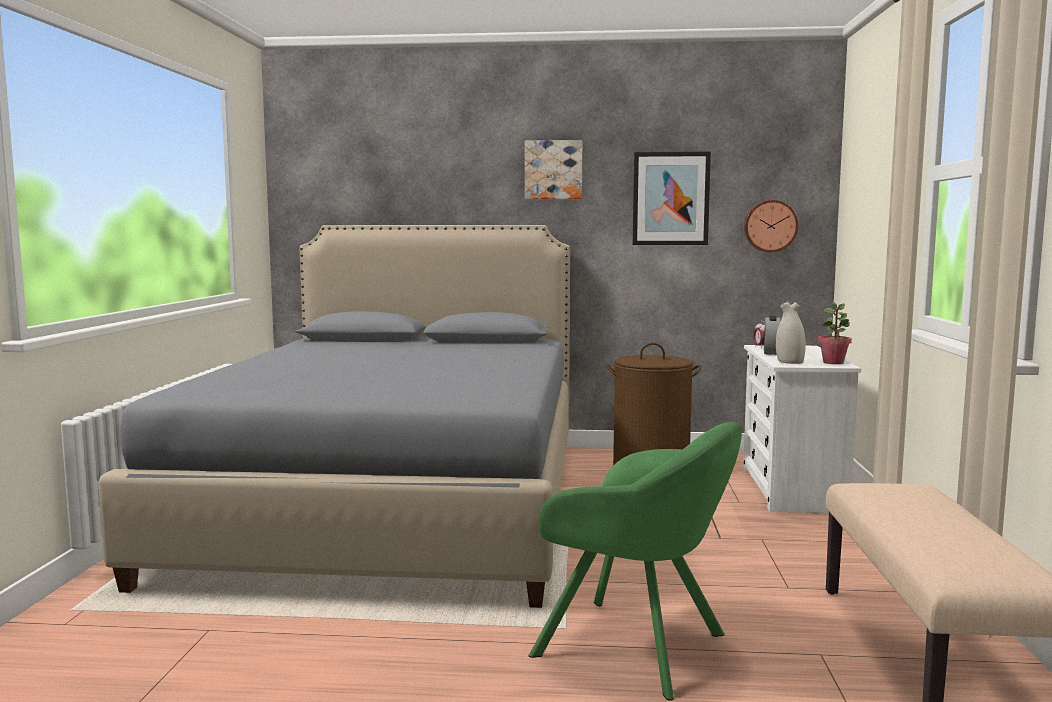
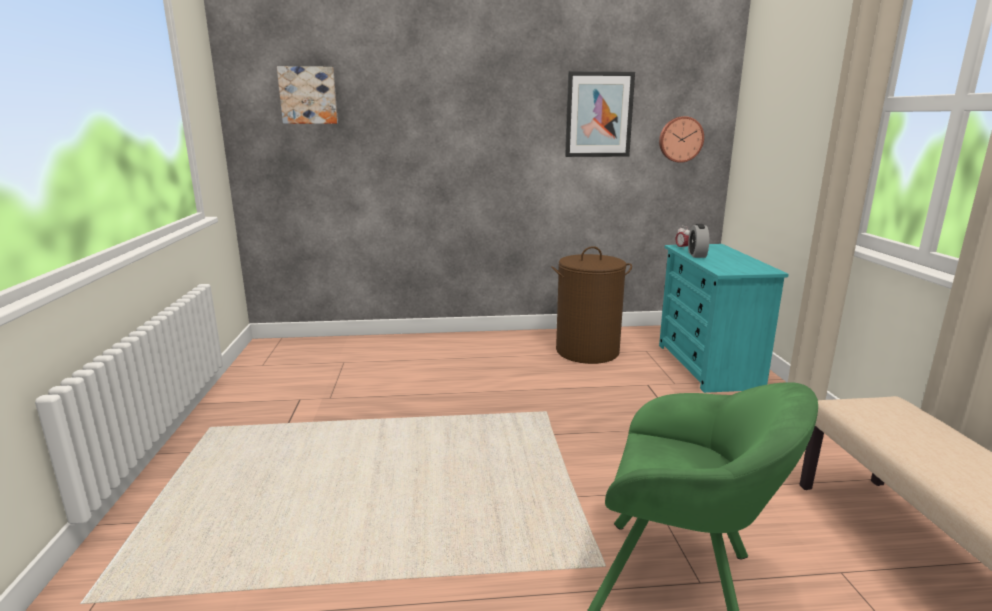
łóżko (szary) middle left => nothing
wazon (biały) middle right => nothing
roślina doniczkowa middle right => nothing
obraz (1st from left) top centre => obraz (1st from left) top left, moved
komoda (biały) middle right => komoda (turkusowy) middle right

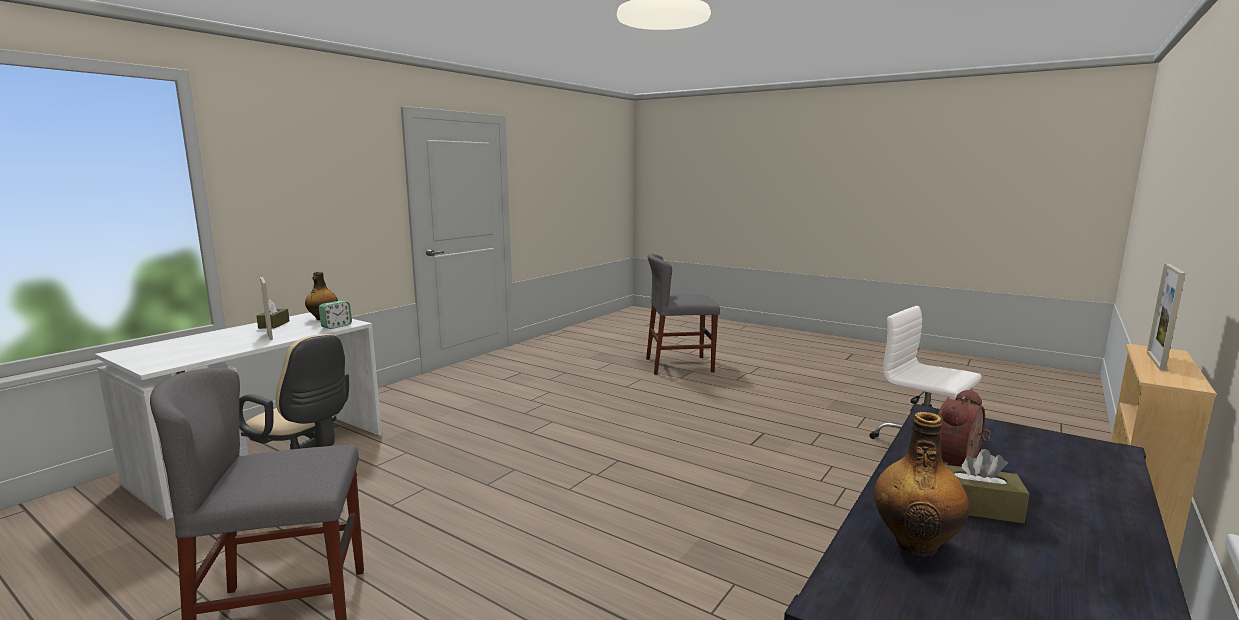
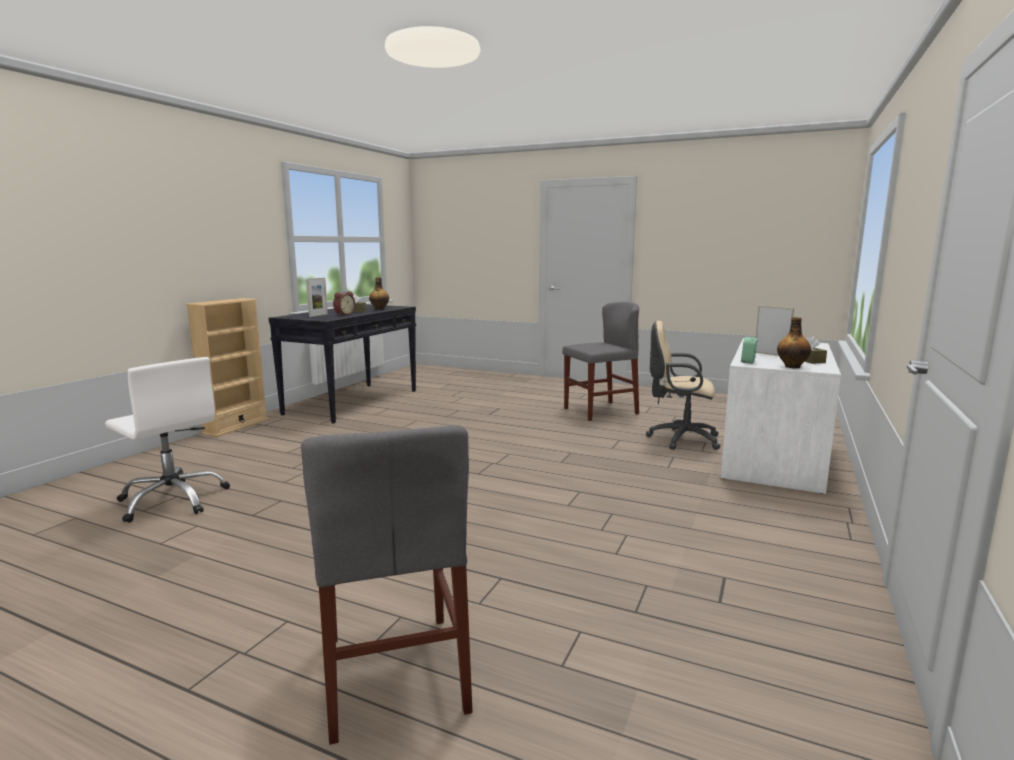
ramka na zdjęcie (2nd from left in the first image) middle right => ramka na zdjęcie (1st from left) middle left, moved
krzesło (szary) (2nd from left in the first image) centre => krzesło (szary) (1st from left) bottom centre, 90 degrees clockwise

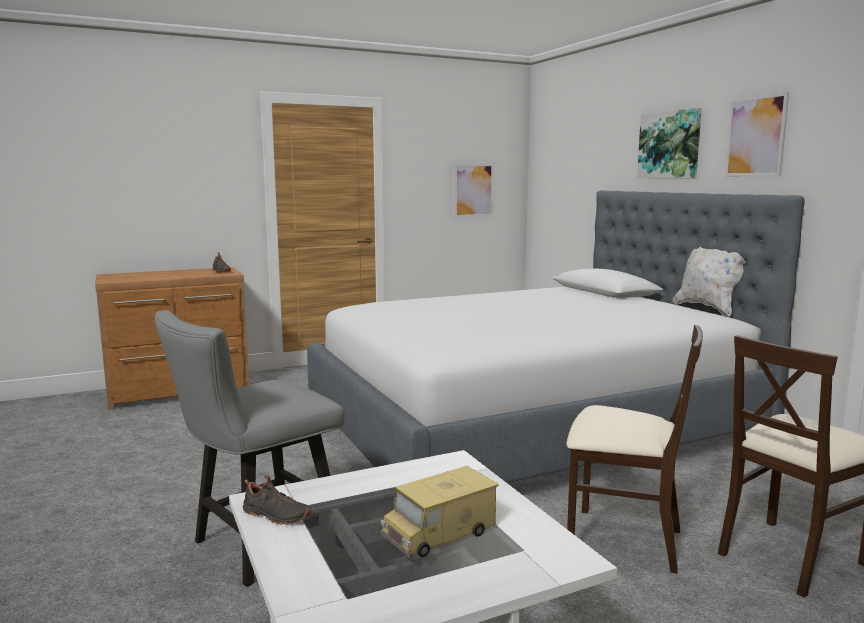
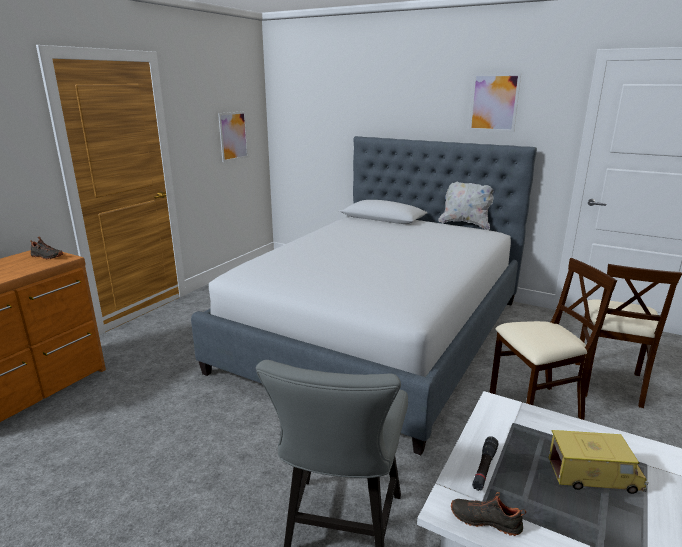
obraz (2nd from left) top right => nothing
nothing => latarka (czarny) bottom right
but (czarny) (2nd from left) bottom left => but (czarny) (2nd from left) bottom right, 150 degrees counterclockwise
ciężarówka zabawkowa bottom centre => ciężarówka zabawkowa bottom right, 105 degrees counterclockwise

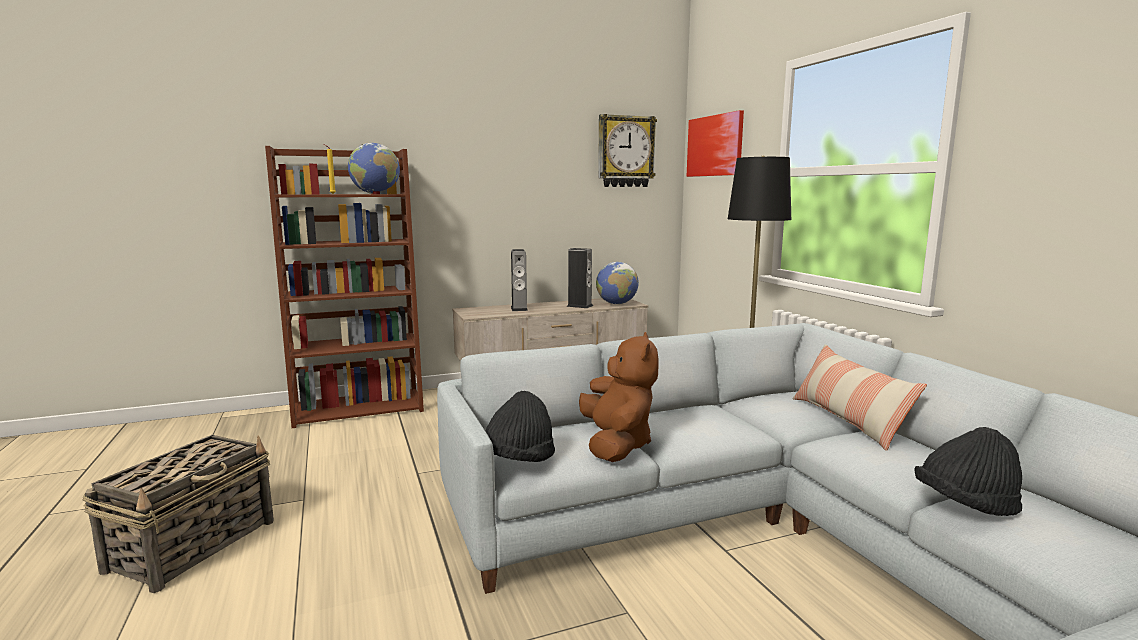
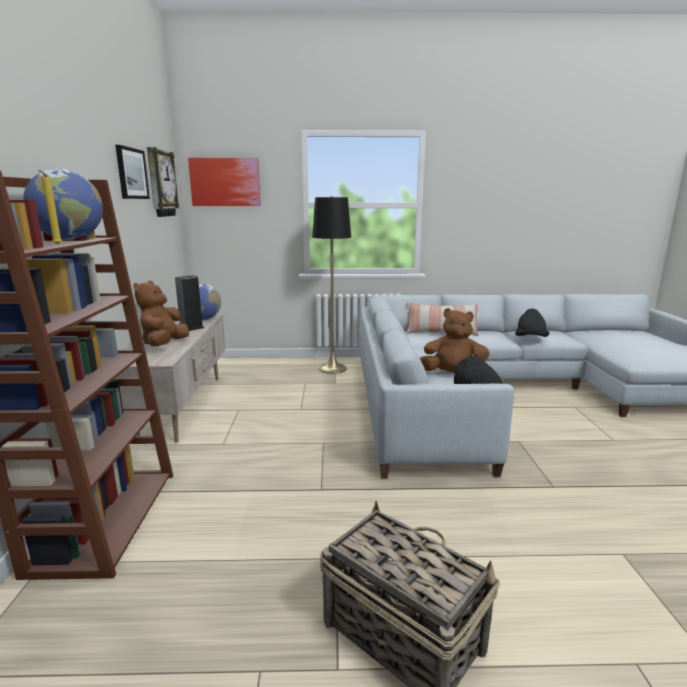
nothing => obraz (1st from left) top left
głośnik (1st from left) centre => pluszak (brązowy) (1st from left) middle left

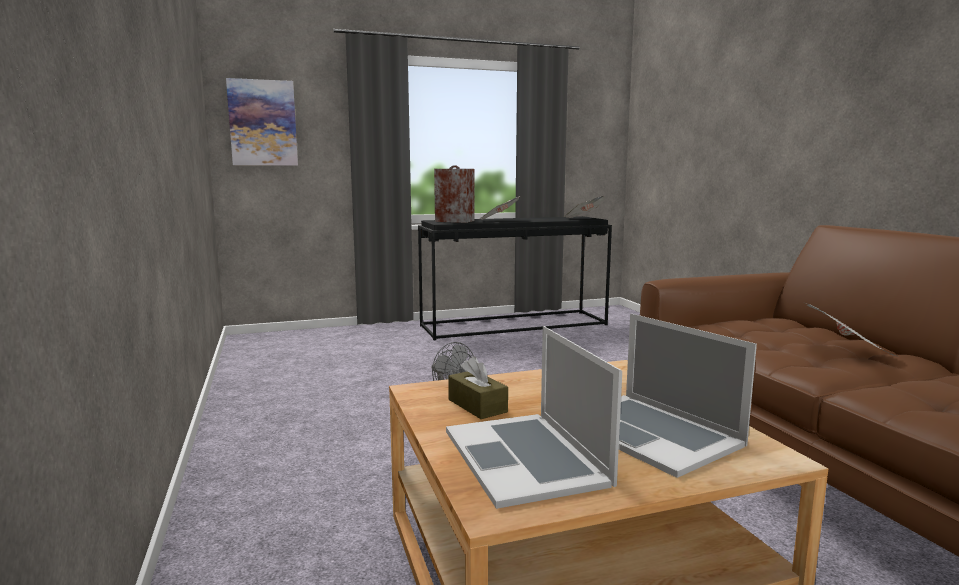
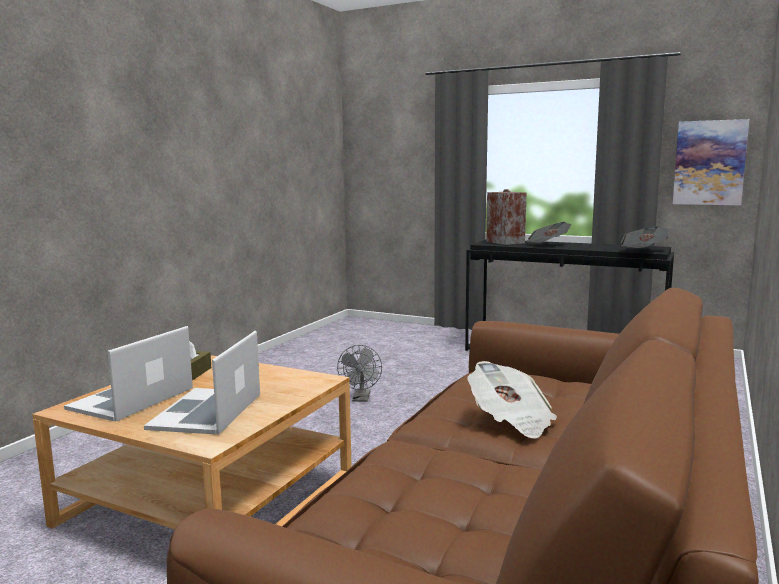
obraz top left => obraz top right, moved

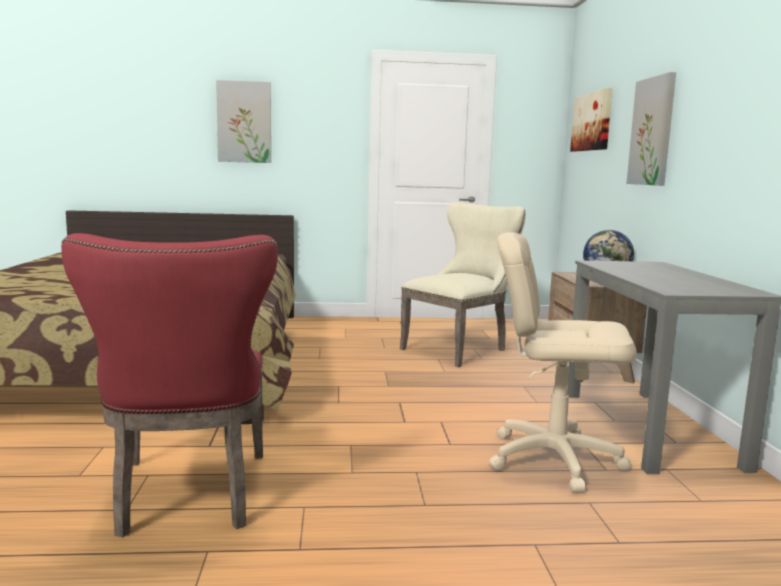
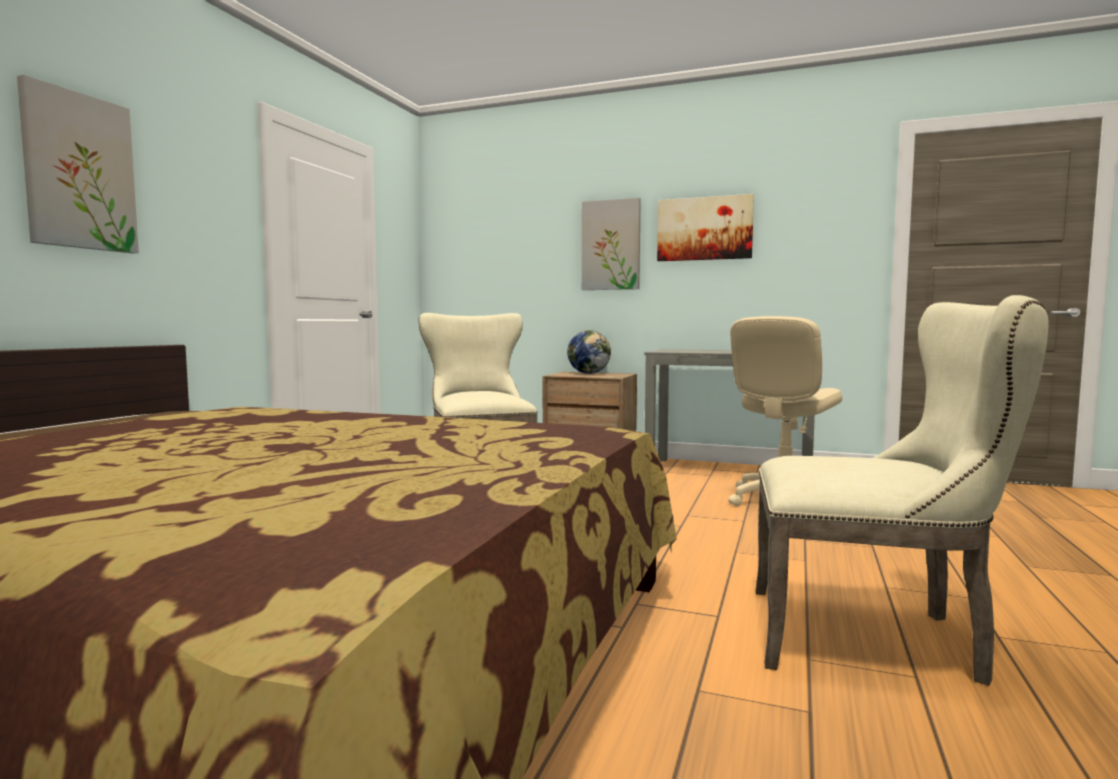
obraz (2nd from left in the first image) top right => obraz (3rd from left) top centre, moved
krzesło (czerwony) middle left => krzesło (beżowy) (2nd from left) middle right

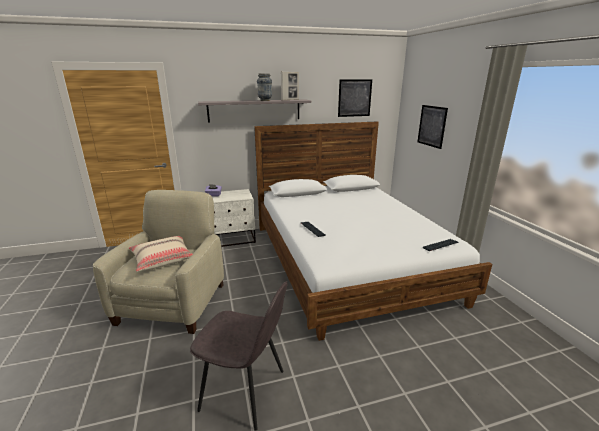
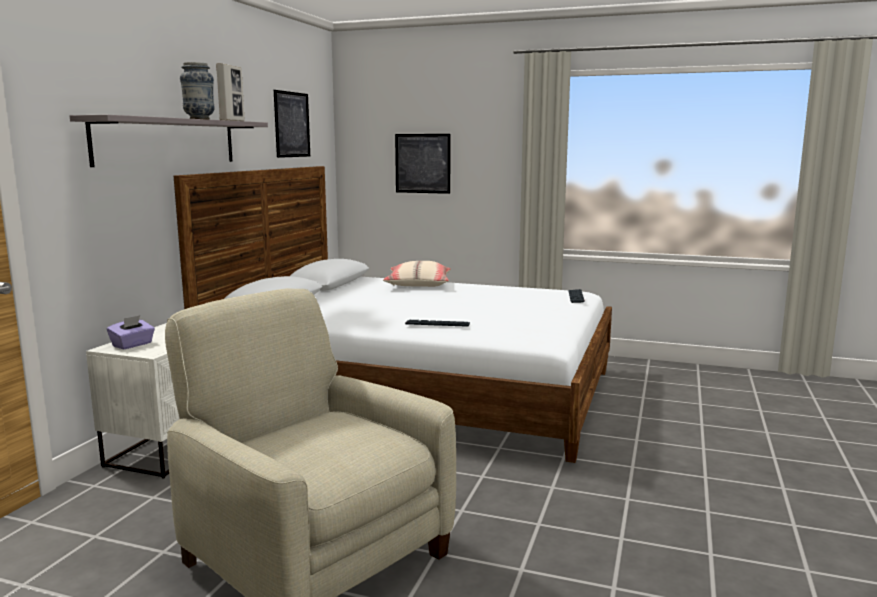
krzesło (szary) bottom centre => nothing
poduszka (beżowy) middle left => poduszka (beżowy) centre, moved

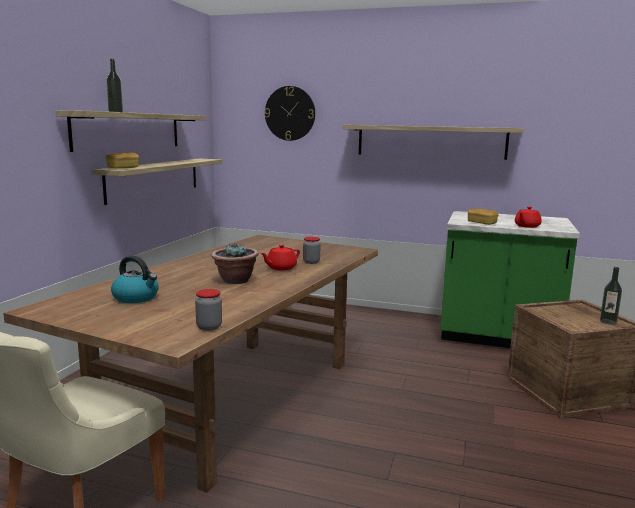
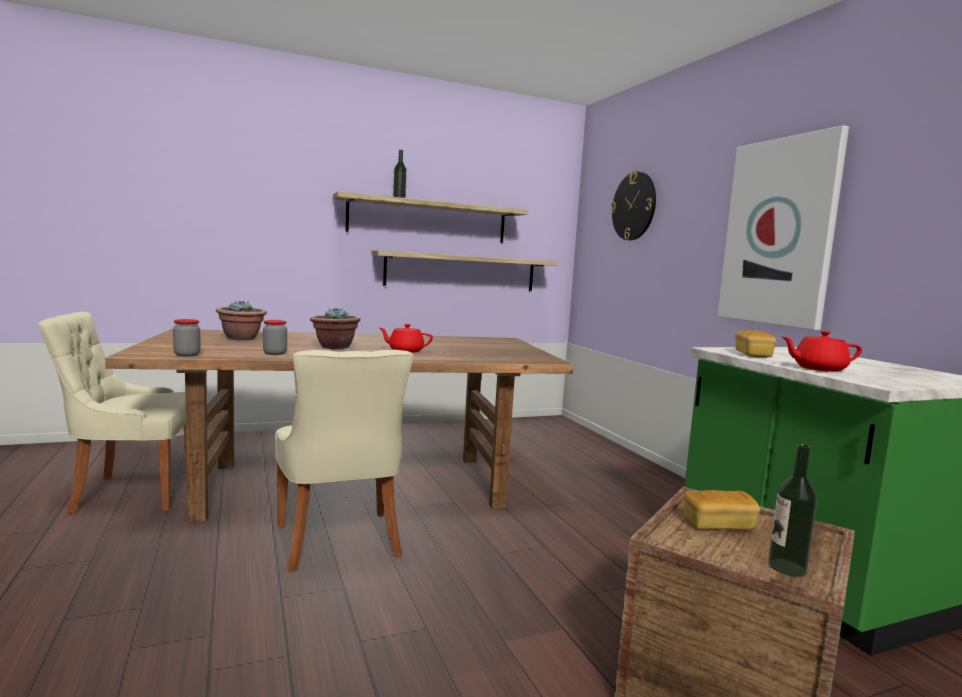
nothing => krzesło (beżowy) (2nd from left) centre
chleb (1st from left) top left => chleb (1st from left) bottom right, moved
słoik (2nd from left) centre => słoik (2nd from left) middle left, moved
czajnik middle left => roślina doniczkowa (1st from left) middle left
półka (3rd from left) top right => obraz top right

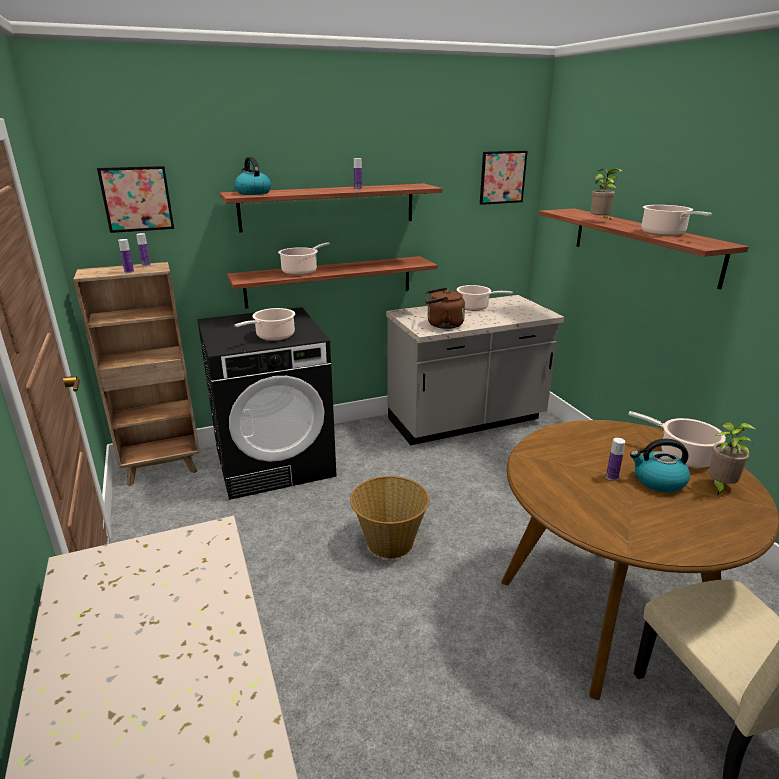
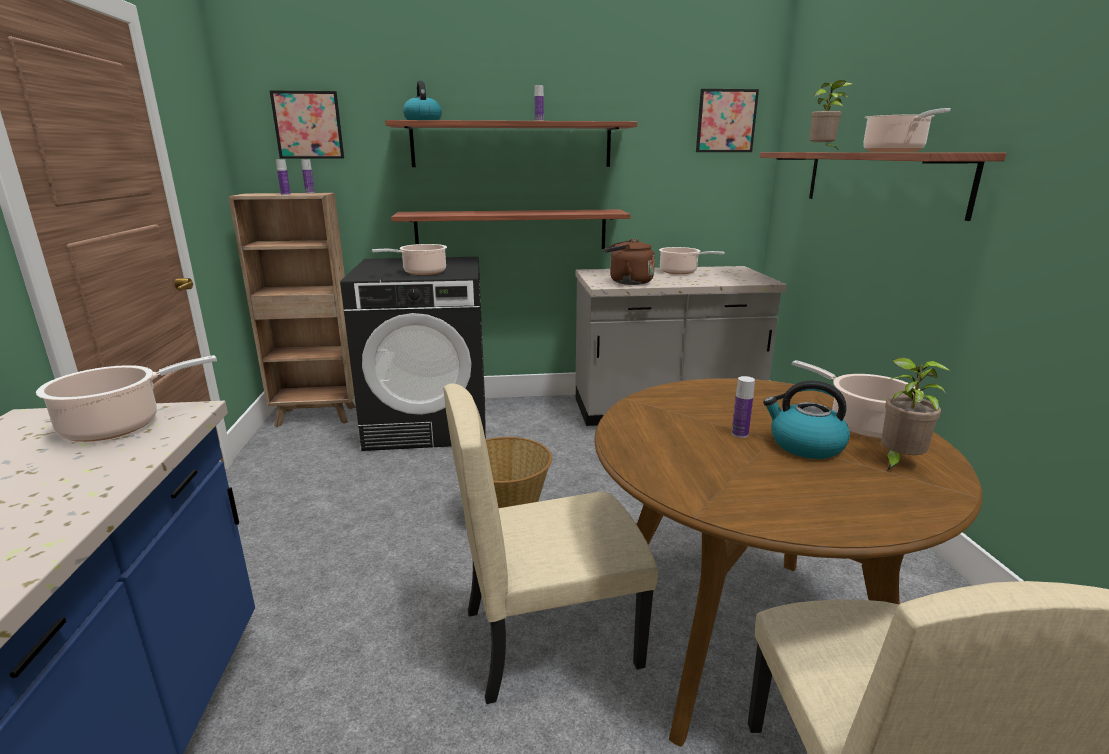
nothing => krzesło (beżowy) (1st from left) bottom centre
garnek (2nd from left in the first image) top centre => garnek (1st from left) middle left, moved

